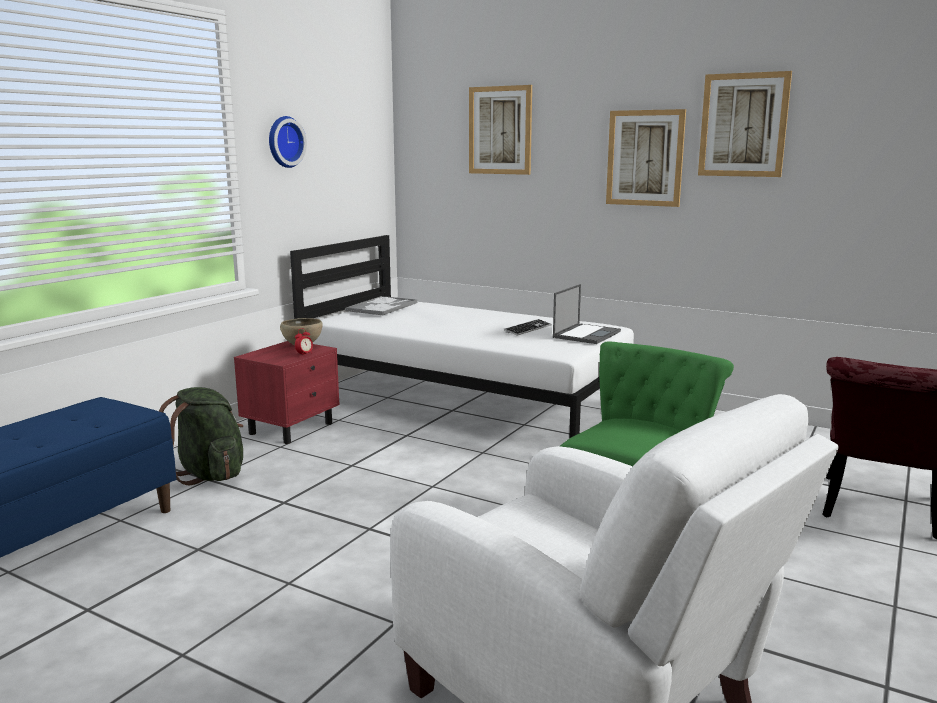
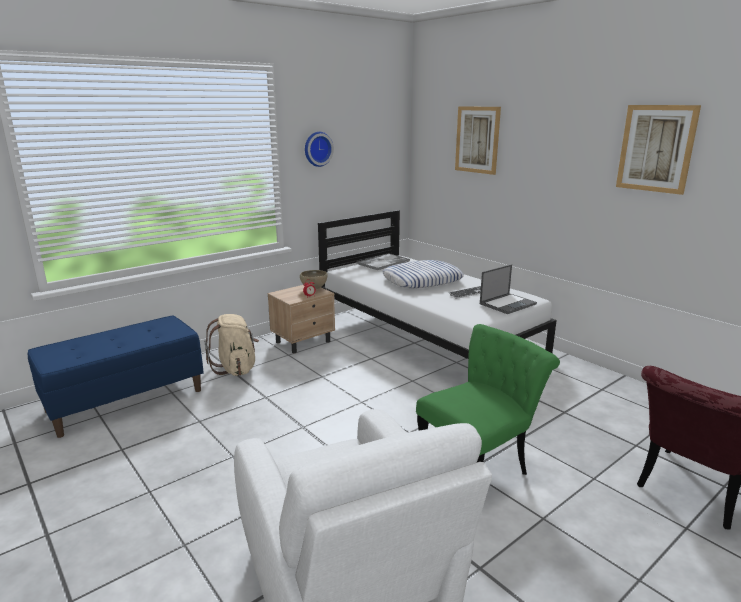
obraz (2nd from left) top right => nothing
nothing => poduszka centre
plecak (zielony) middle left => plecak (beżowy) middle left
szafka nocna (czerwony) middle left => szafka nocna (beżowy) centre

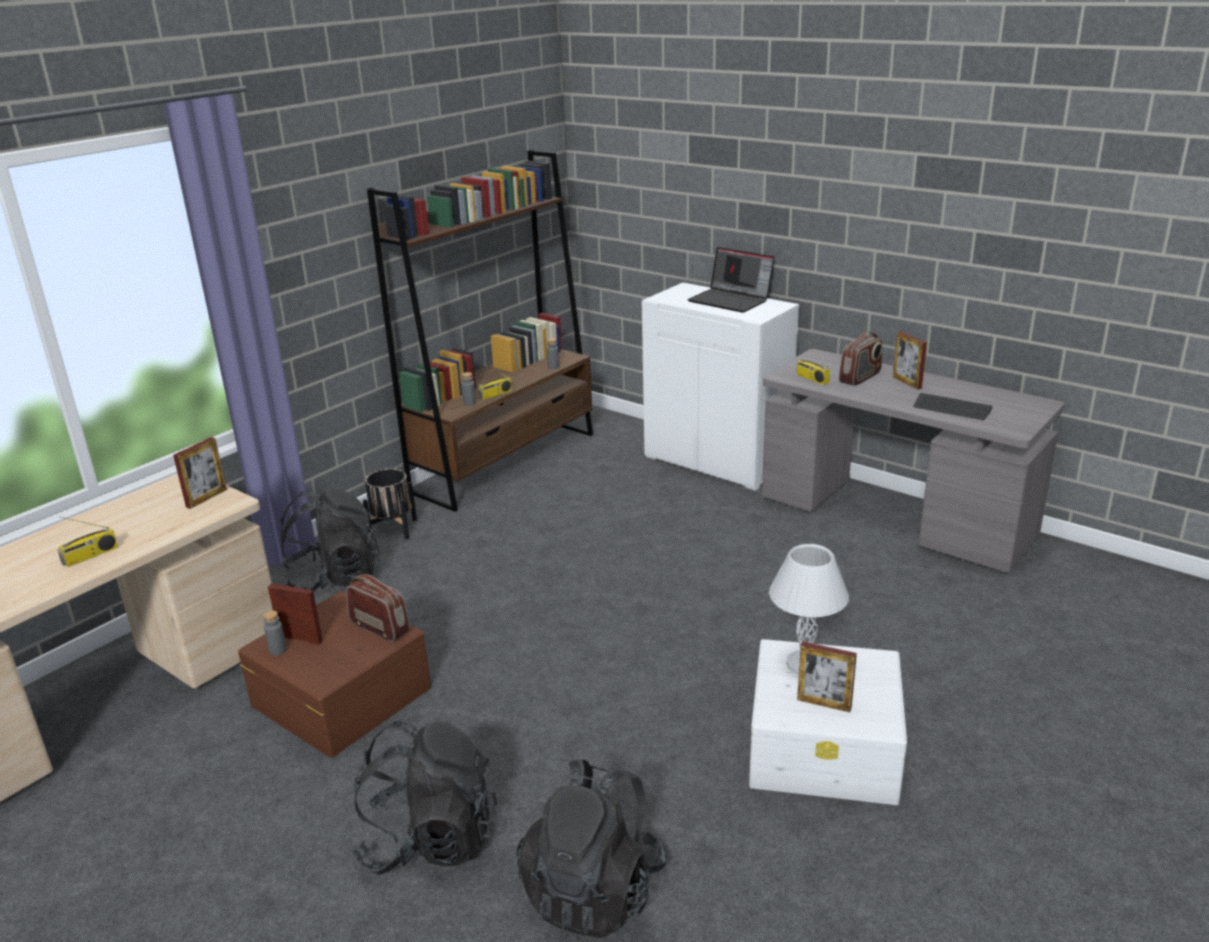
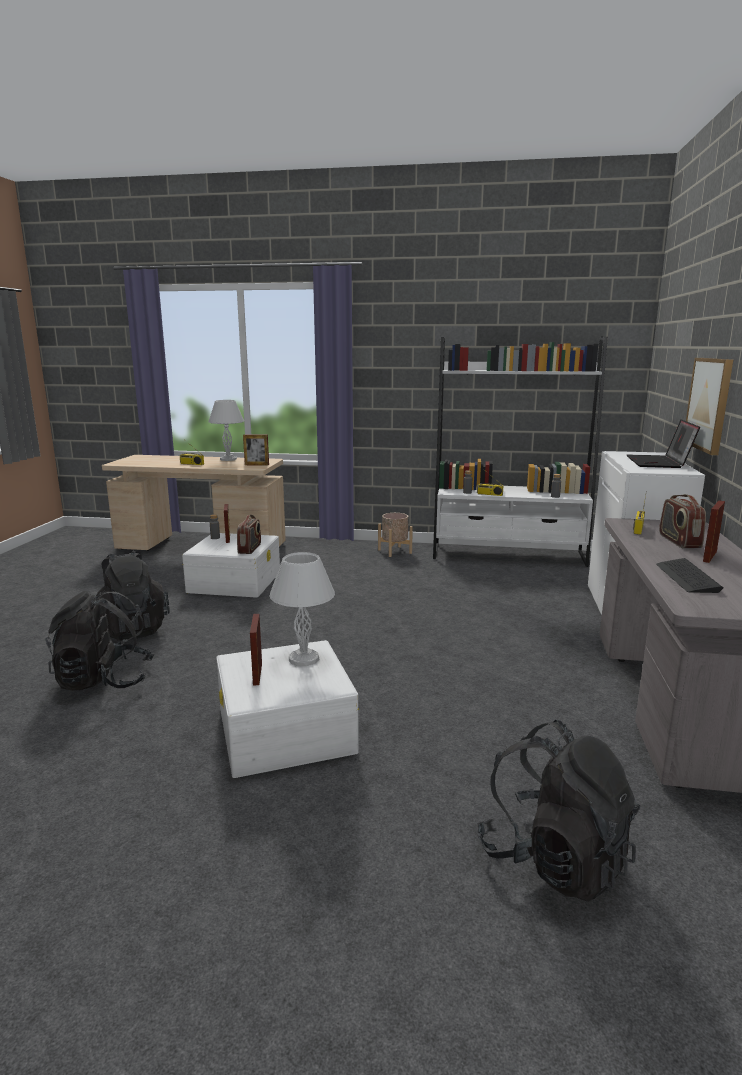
nothing => lampa stołowa (biały) (1st from left) middle left
nothing => obraz middle right
plecak (czarny) (1st from left in the first image) middle left => plecak (czarny) (3rd from left) bottom right, moved
pojemnik do przechowywania (brązowy) bottom left => pojemnik do przechowywania (biały) (1st from left) middle left
donica (czarny) middle left => donica (beżowy) centre
regał (brązowy) centre => regał (biały) middle right
radio (5th from left) middle right, 75 degrees clockwise

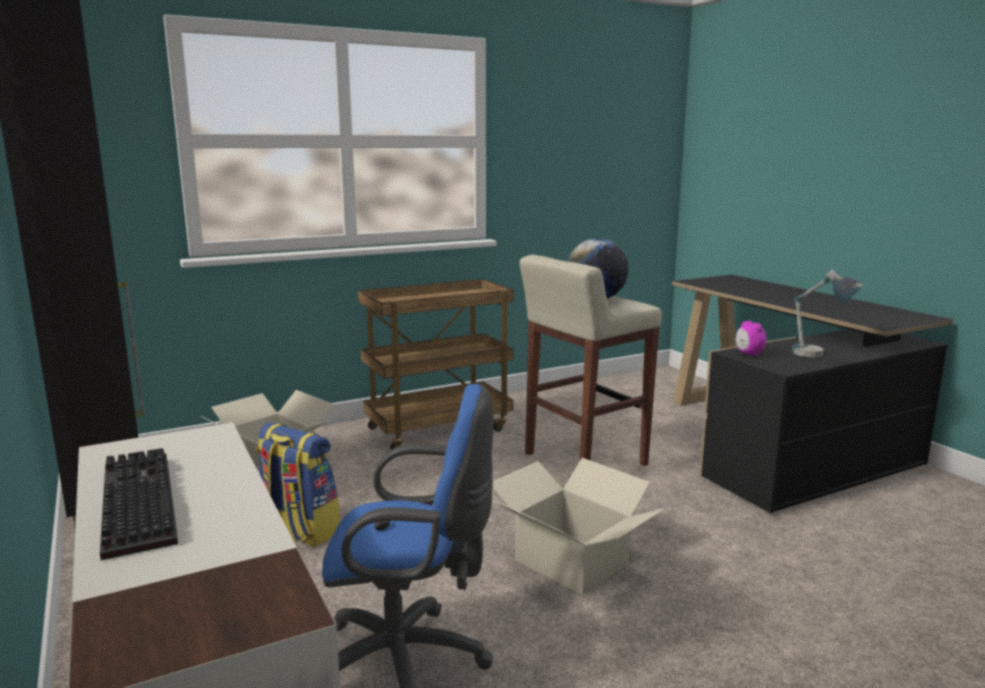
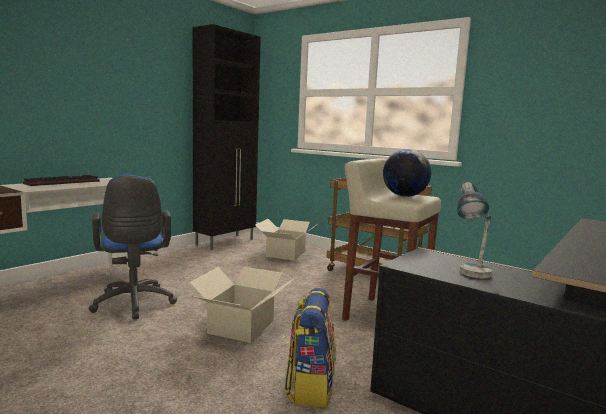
budzik middle right => nothing
plecak bottom left => plecak bottom centre, moved

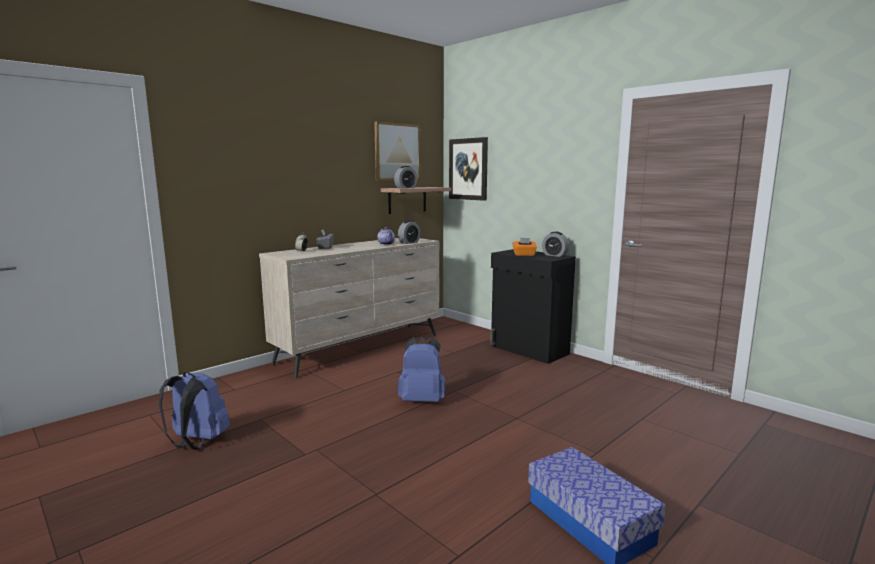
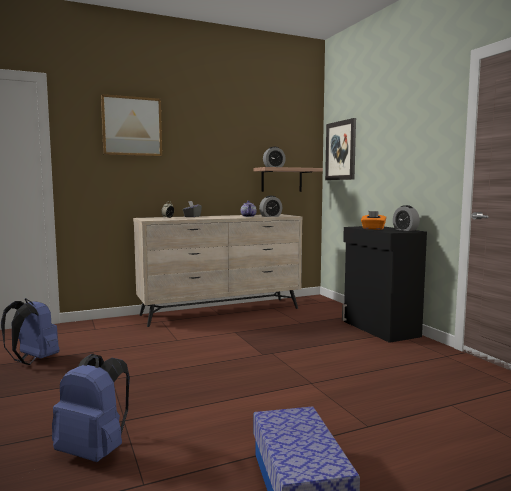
obraz (1st from left) top centre => obraz (1st from left) top left, moved
plecak (niebieski) (2nd from left) centre => plecak (niebieski) (2nd from left) bottom left, moved

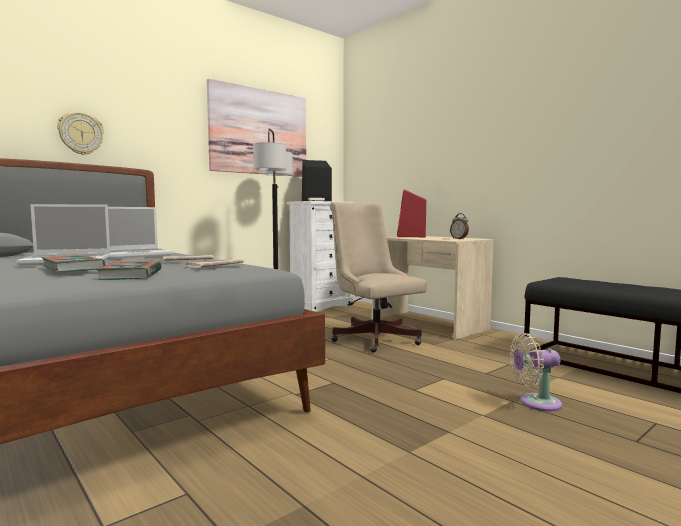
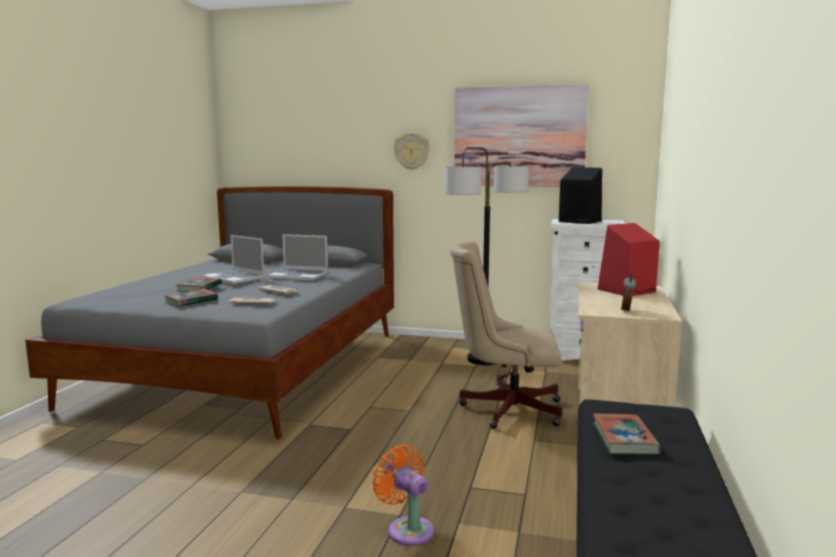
nothing => książka (3rd from left) bottom right
zegar ścienny top left => zegar ścienny top centre, moved
wentylator (beżowy) bottom right => wentylator (pomarańczowy) bottom centre
krzesło biurowe (beżowy) centre, 105 degrees counterclockwise

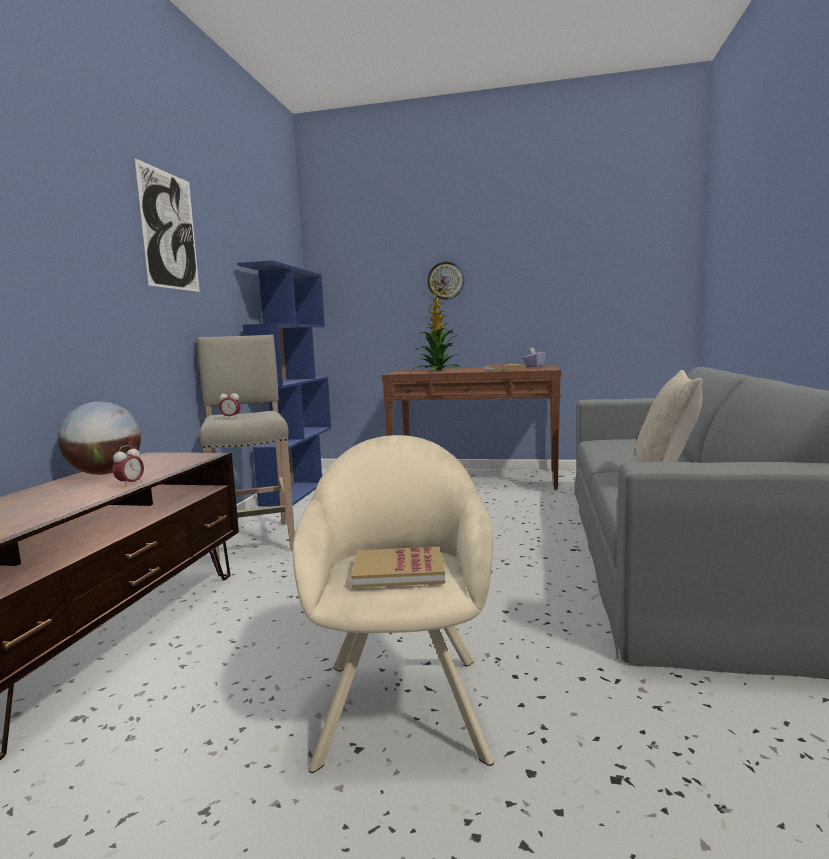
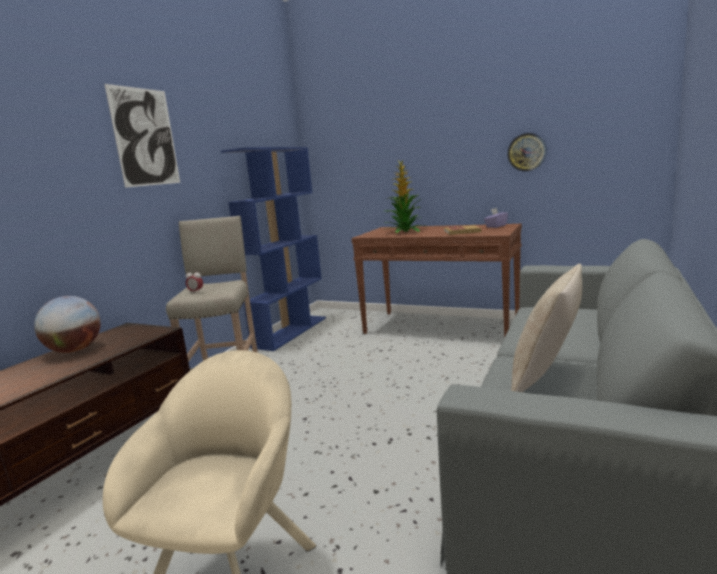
budzik (1st from left) middle left => nothing
książka (1st from left) centre => nothing
zegar ścienny top centre => zegar ścienny top right, moved

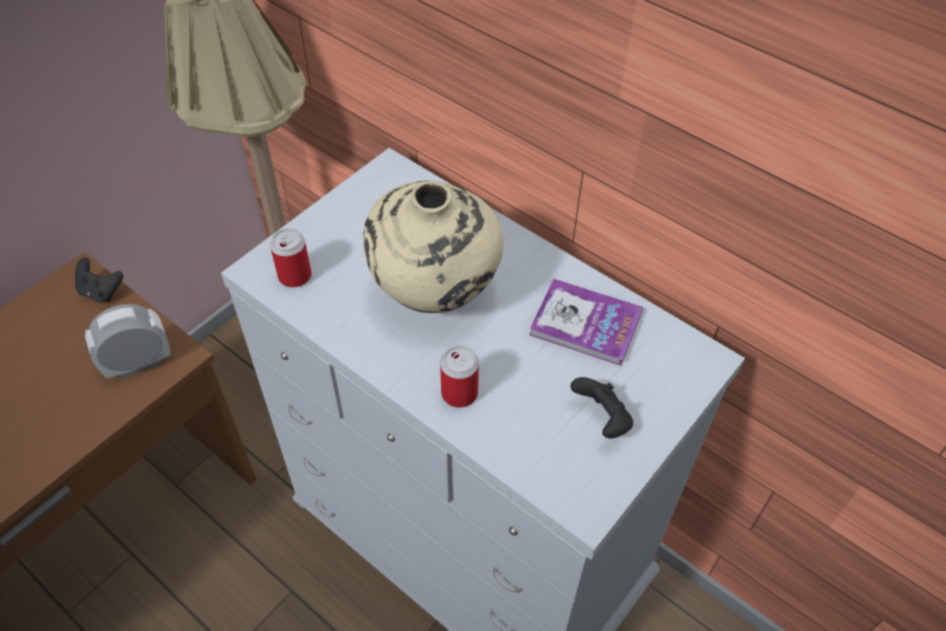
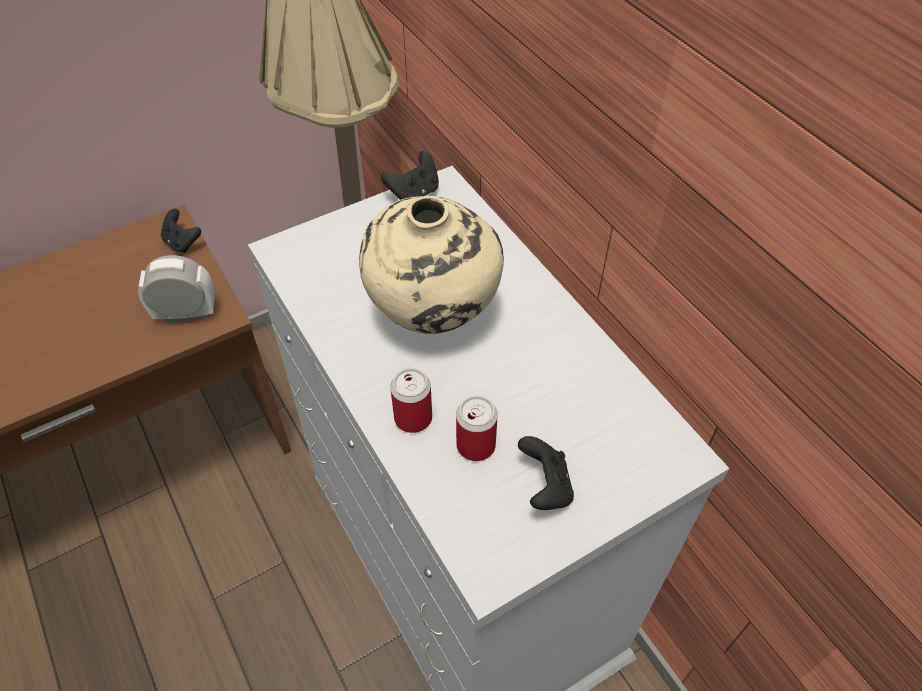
książka centre => nothing
nothing => pad do gier (czarny) (2nd from left) top centre
puszka (1st from left in the first image) middle left => puszka (2nd from left) centre, moved

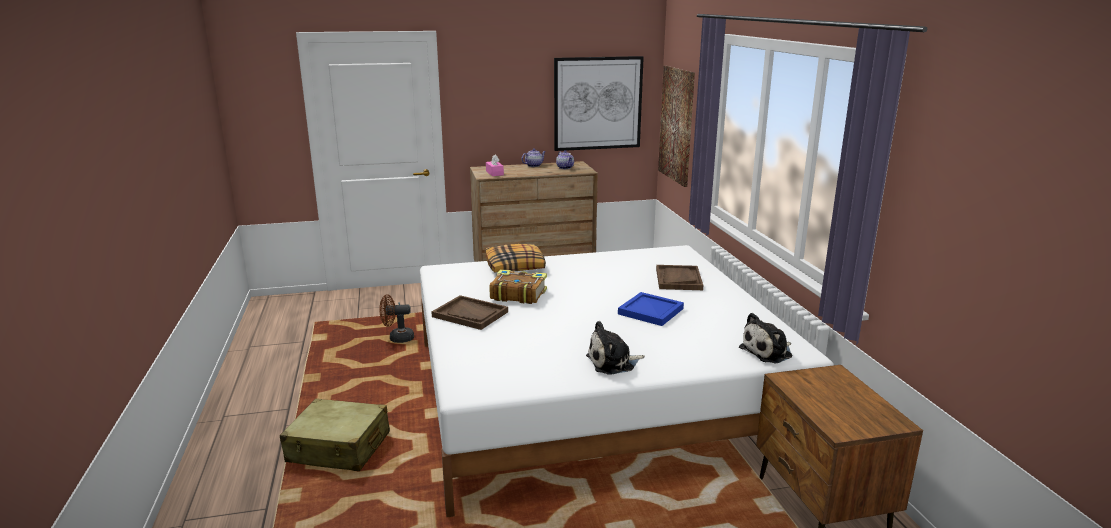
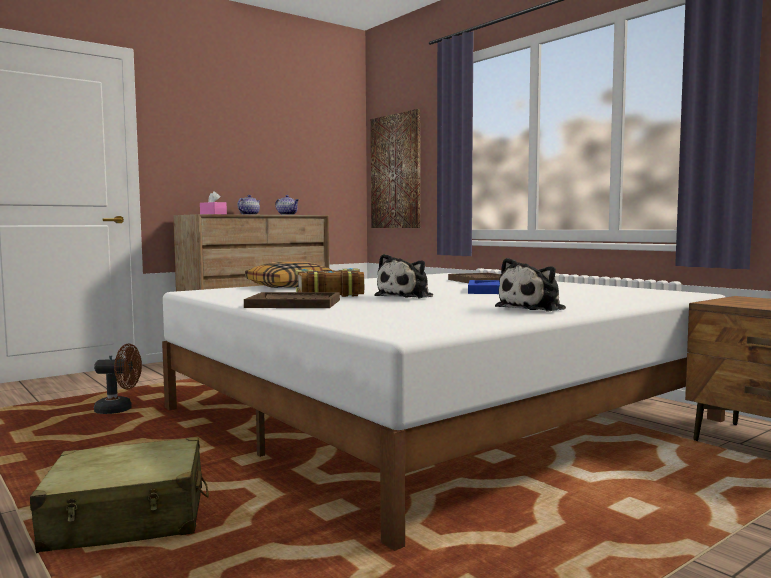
obraz (1st from left) top centre => nothing
pluszak (2nd from left in the first image) middle right => pluszak (1st from left) centre, moved
wentylator (brązowy) centre => wentylator (brązowy) middle left, 150 degrees counterclockwise

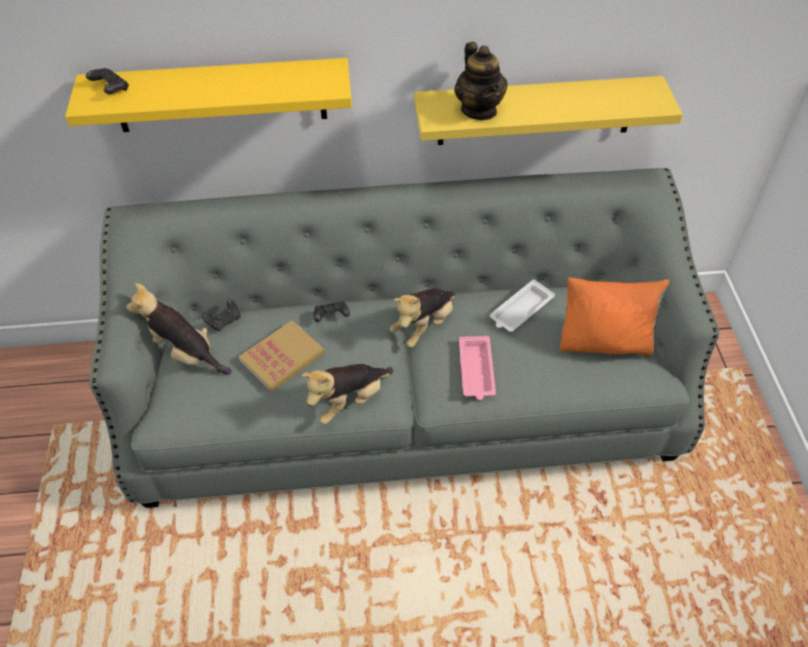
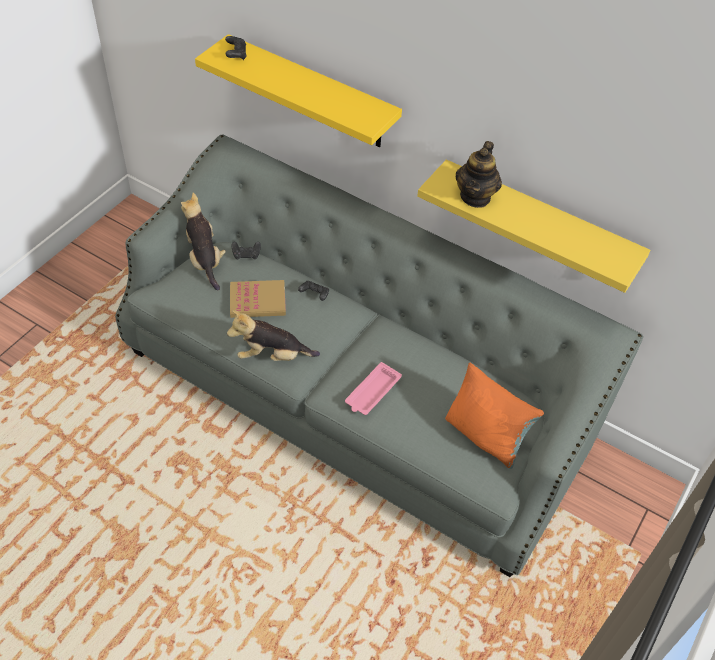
pluszak (3rd from left) centre => nothing
taca (biały) centre => nothing

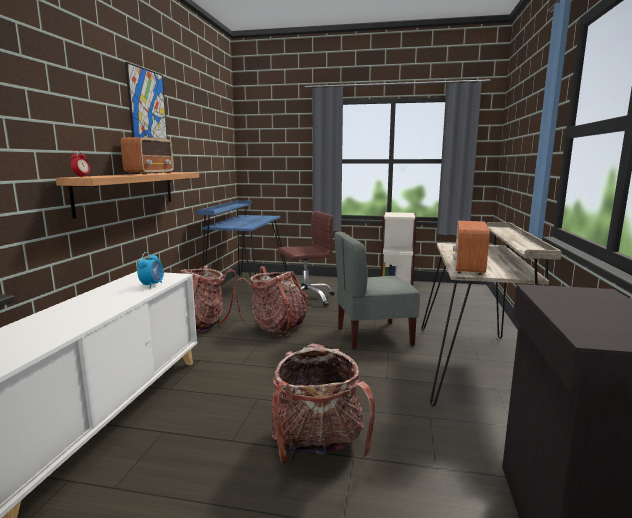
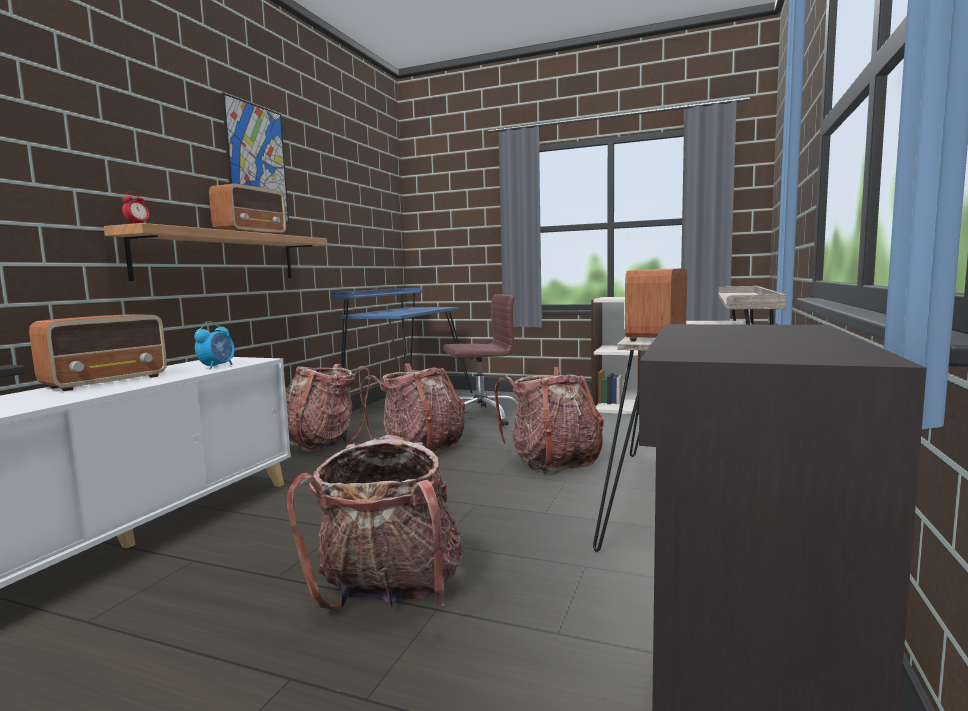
nothing => radio (1st from left) middle left
krzesło (szary) centre => plecak (4th from left) centre

